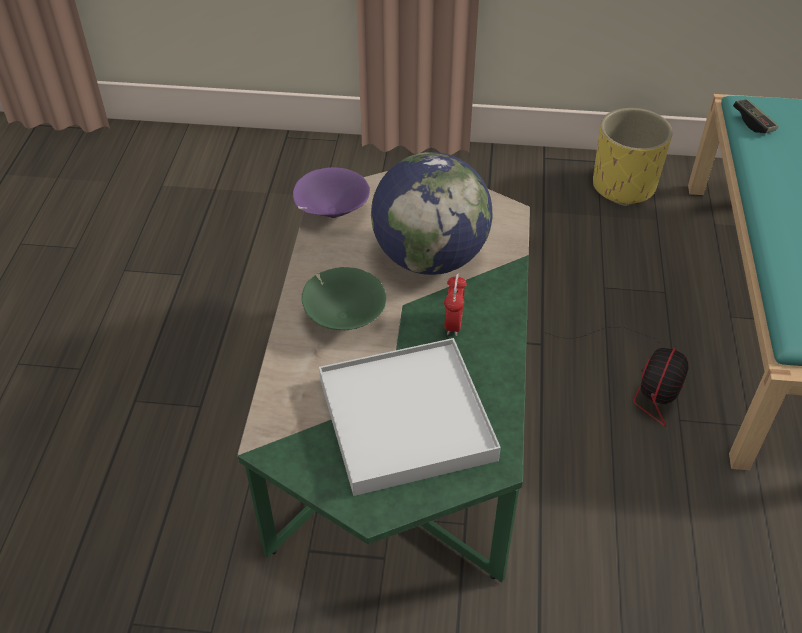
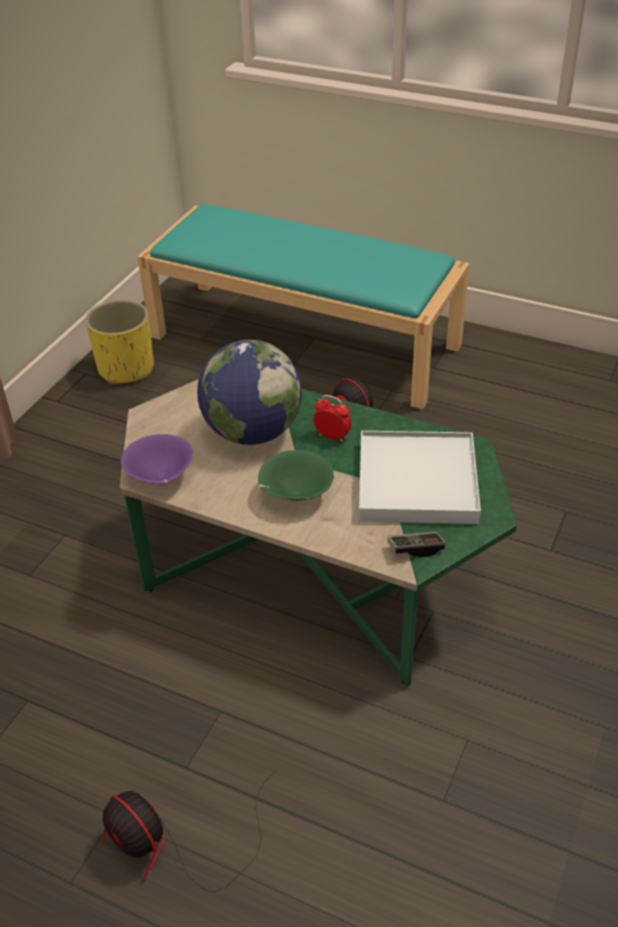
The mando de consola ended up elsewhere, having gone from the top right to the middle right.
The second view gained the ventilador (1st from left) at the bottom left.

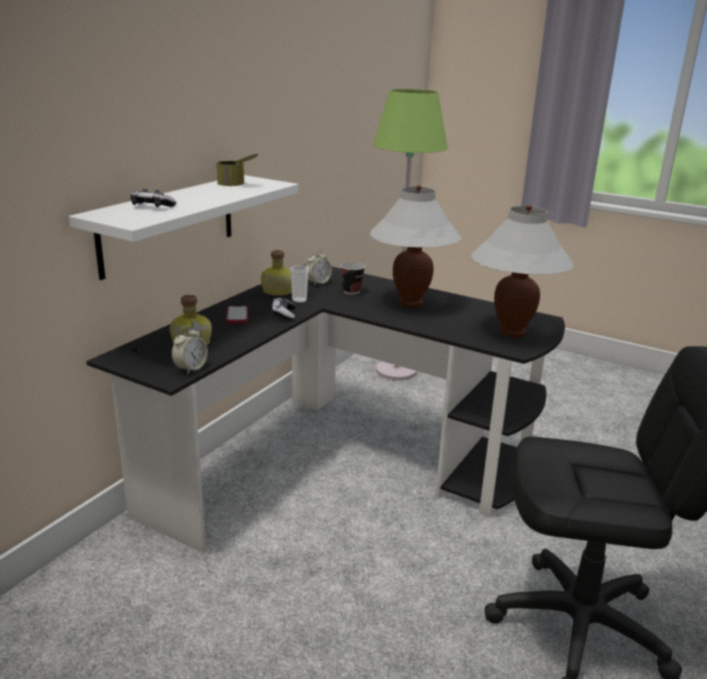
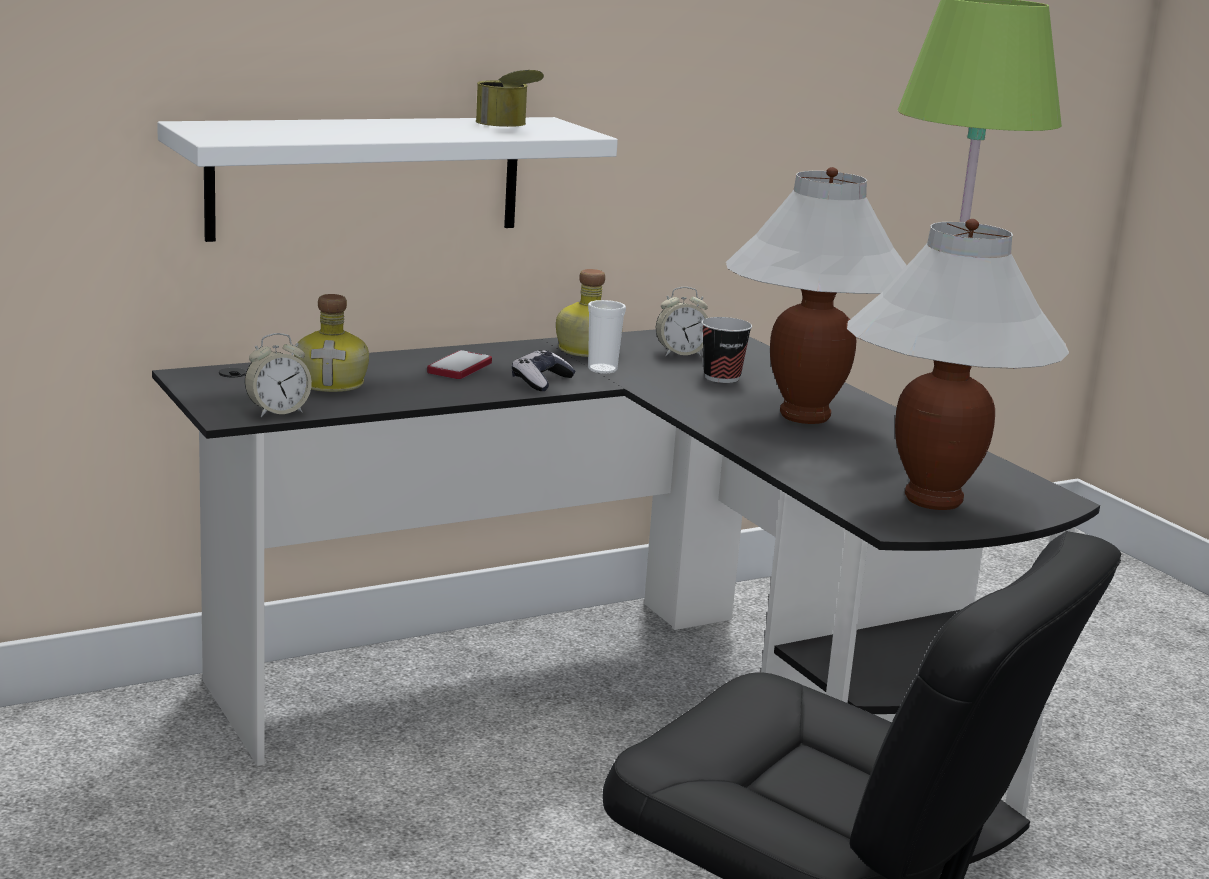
The second view lost the mando de consola (1st from left) at the top left.

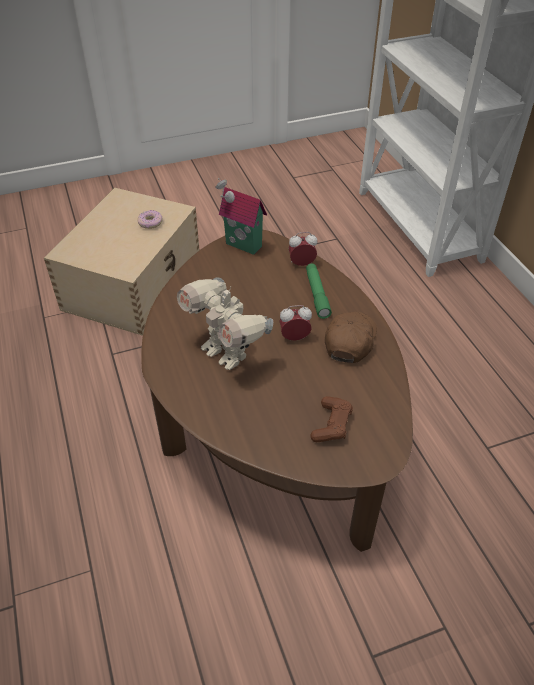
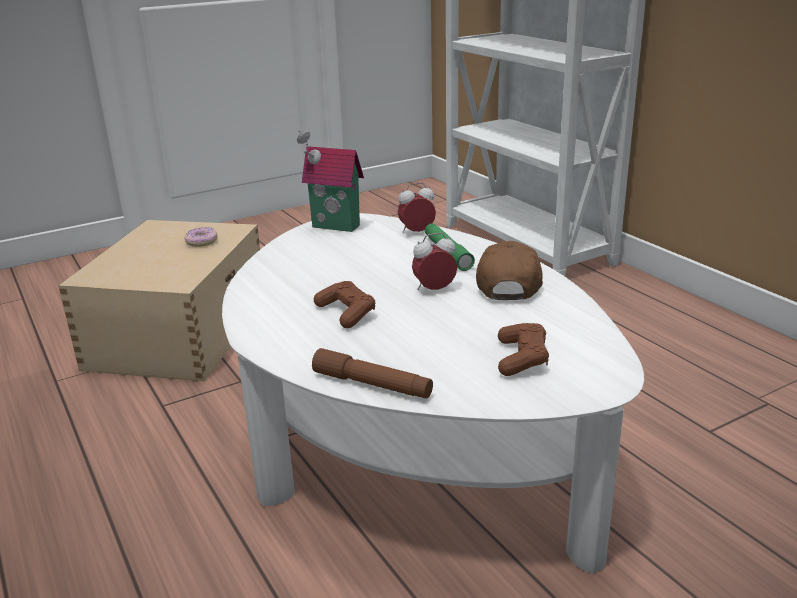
What was the mesa de centro/marrón at the centre turned into the mesa de centro/blanco at the centre.
Where the robot de juguete stood at the centre, the mando de consola/marrón (1st from left) came to stand at the centre.
The second view gained the linterna/marrón at the centre.

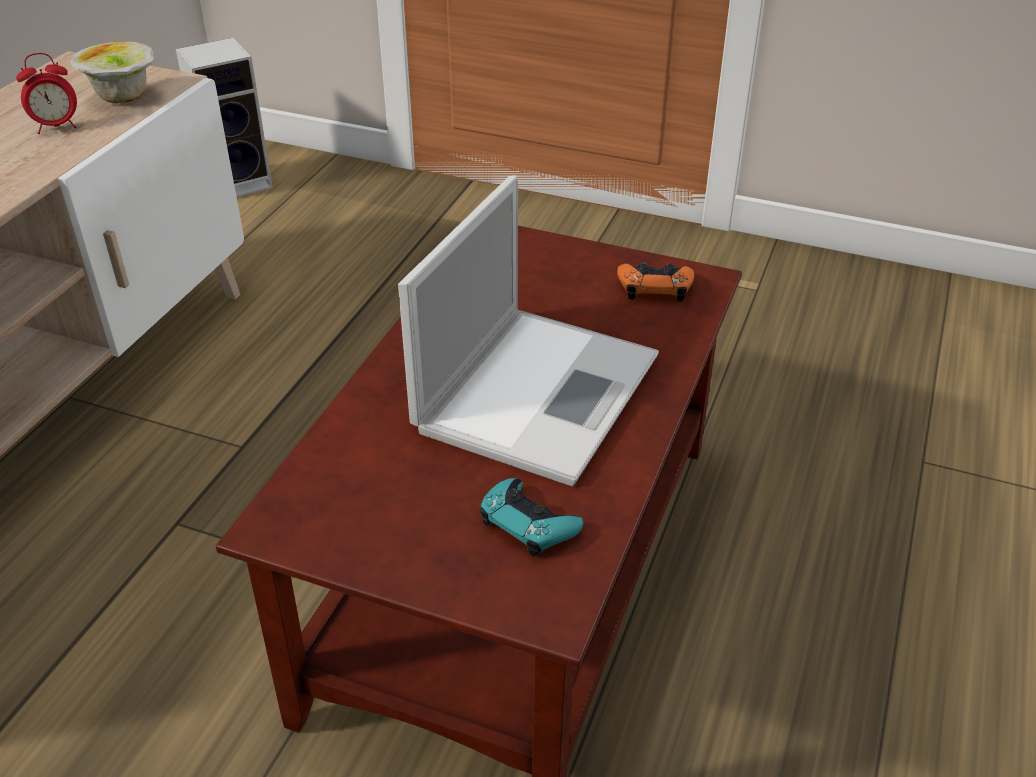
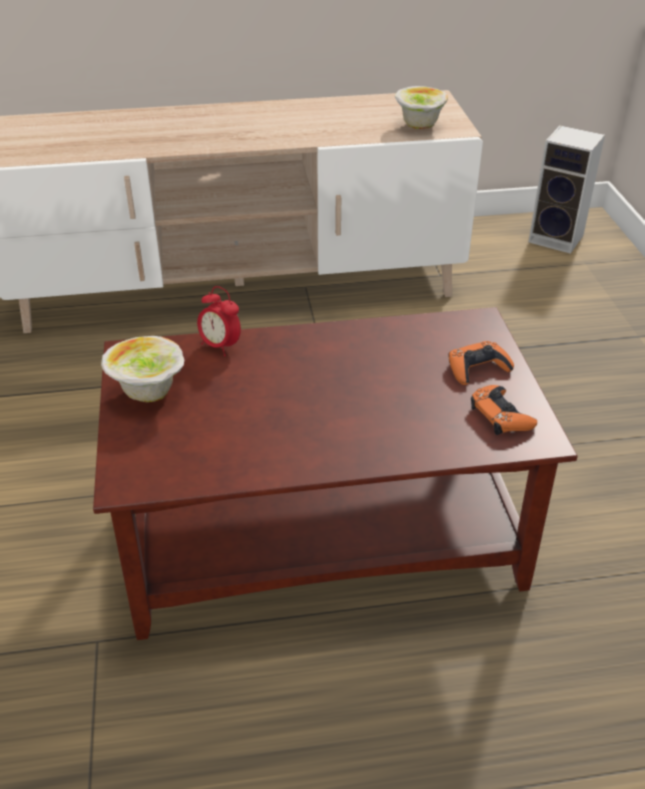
The despertador ended up elsewhere, having gone from the top left to the centre.
The second view lost the portátil at the centre.
The second view lost the mando de consola/turquesa at the centre.
The second view gained the cuenco (1st from left) at the middle left.
The second view gained the mando de consola/naranja (1st from left) at the middle right.

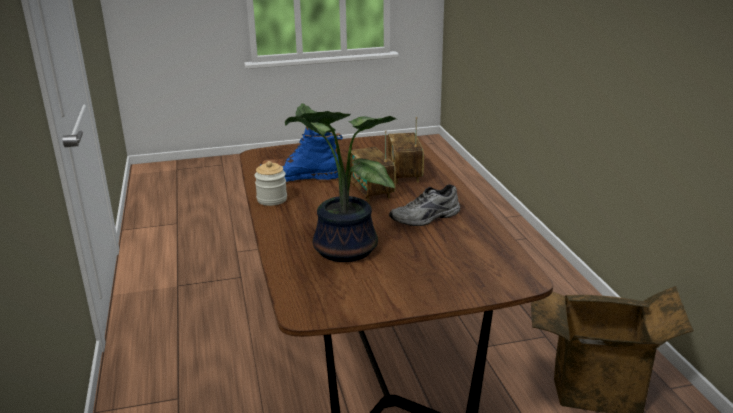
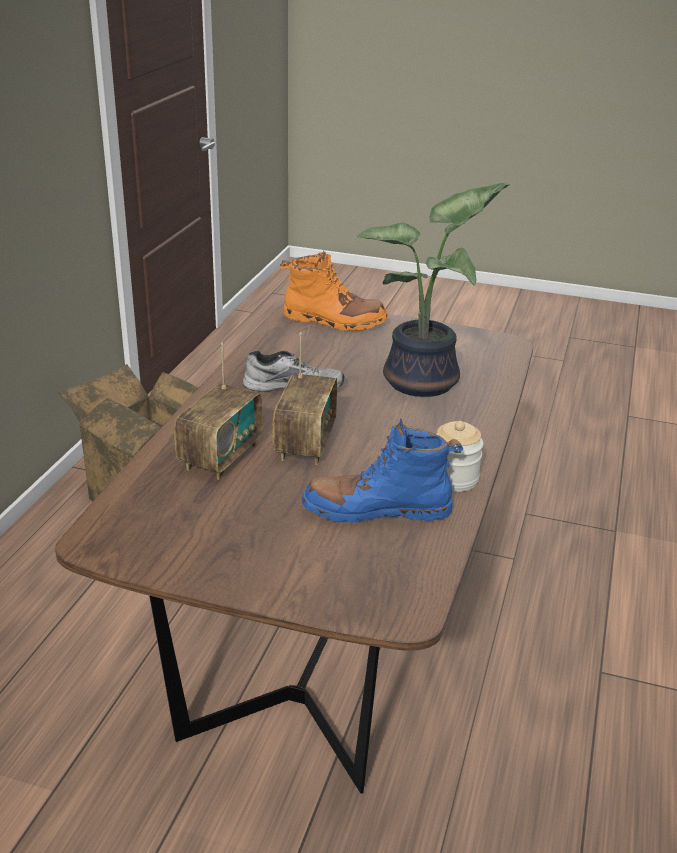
The bota/azul at the centre ended up facing another way, 150 degrees clockwise from before.
The second view gained the bota/naranja at the centre.

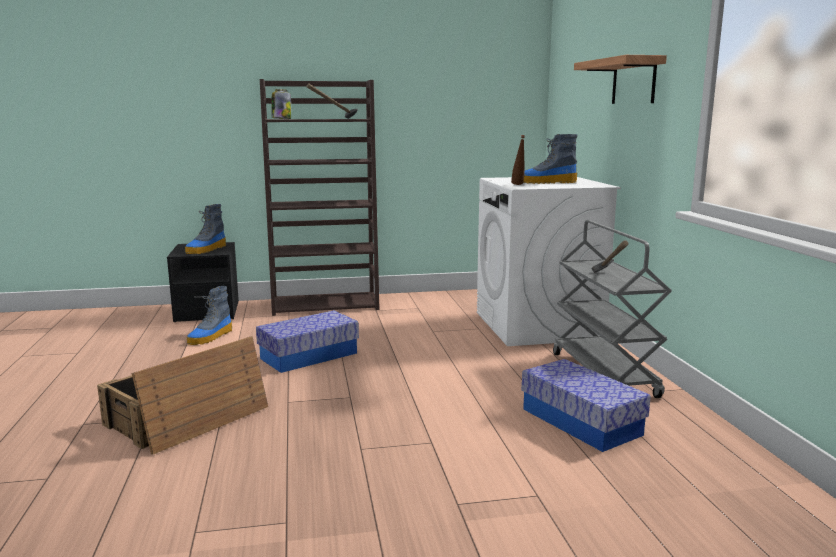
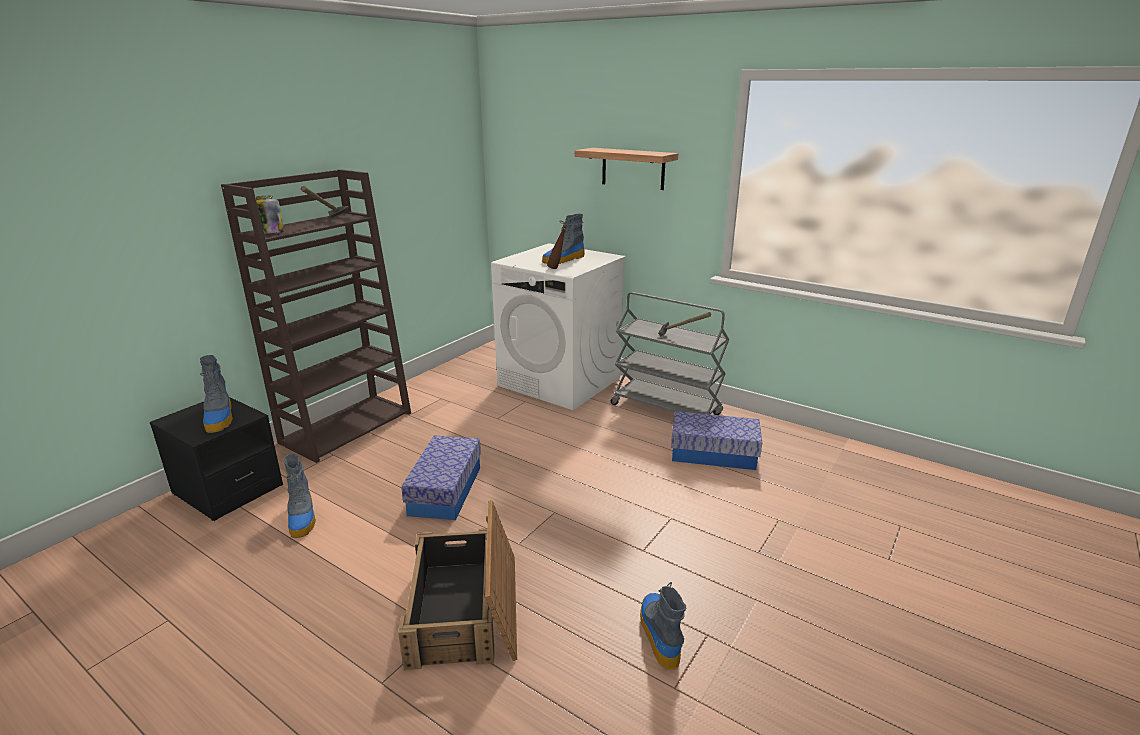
The second view gained the bota (4th from left) at the bottom centre.

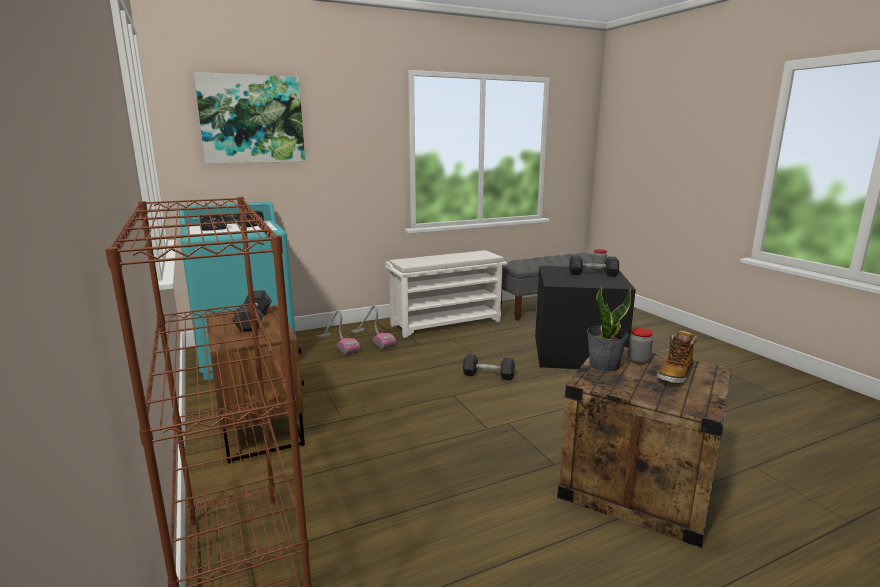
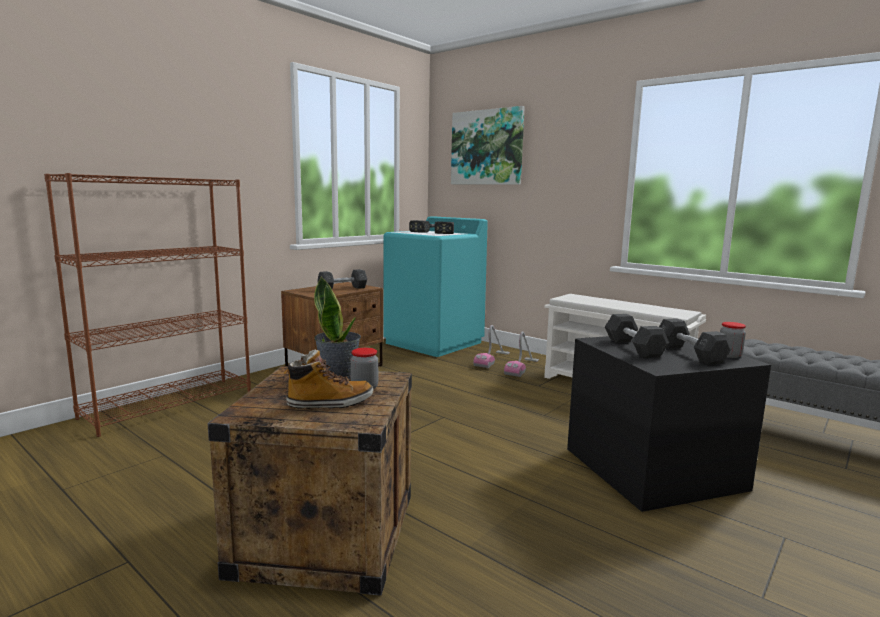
The bota at the middle right ended up facing another way, 150 degrees clockwise from before.
The mancuerna/gris (2nd from left) ended up elsewhere, having gone from the centre to the middle right.

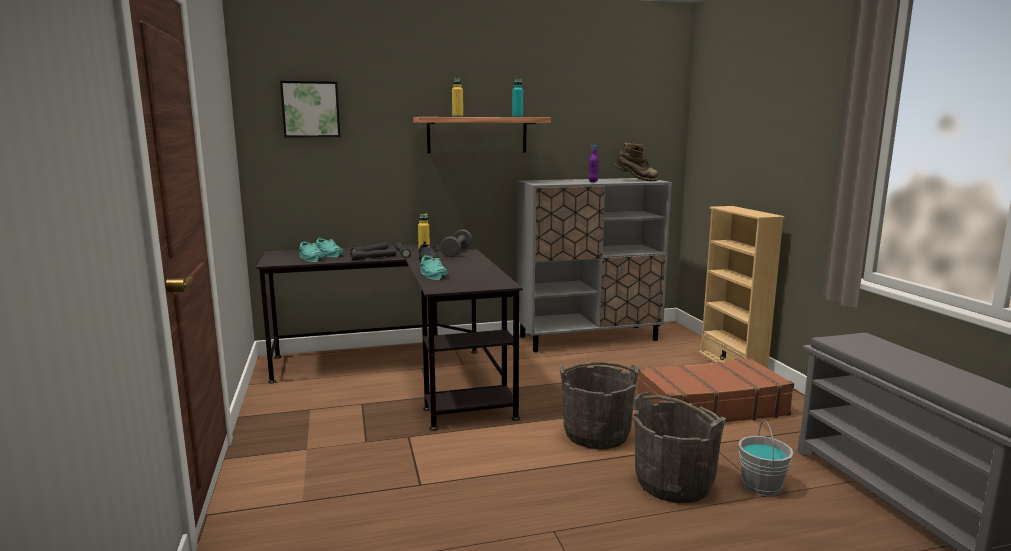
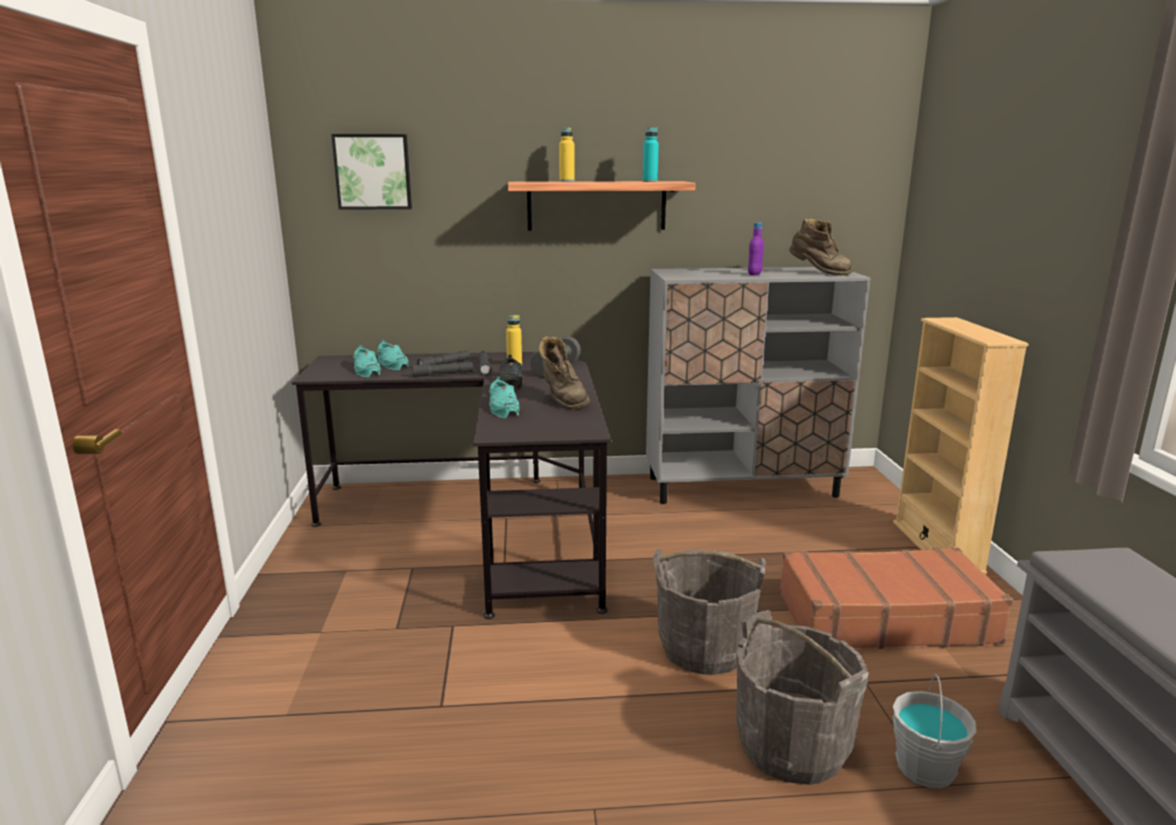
The second view gained the bota/marrón (1st from left) at the centre.

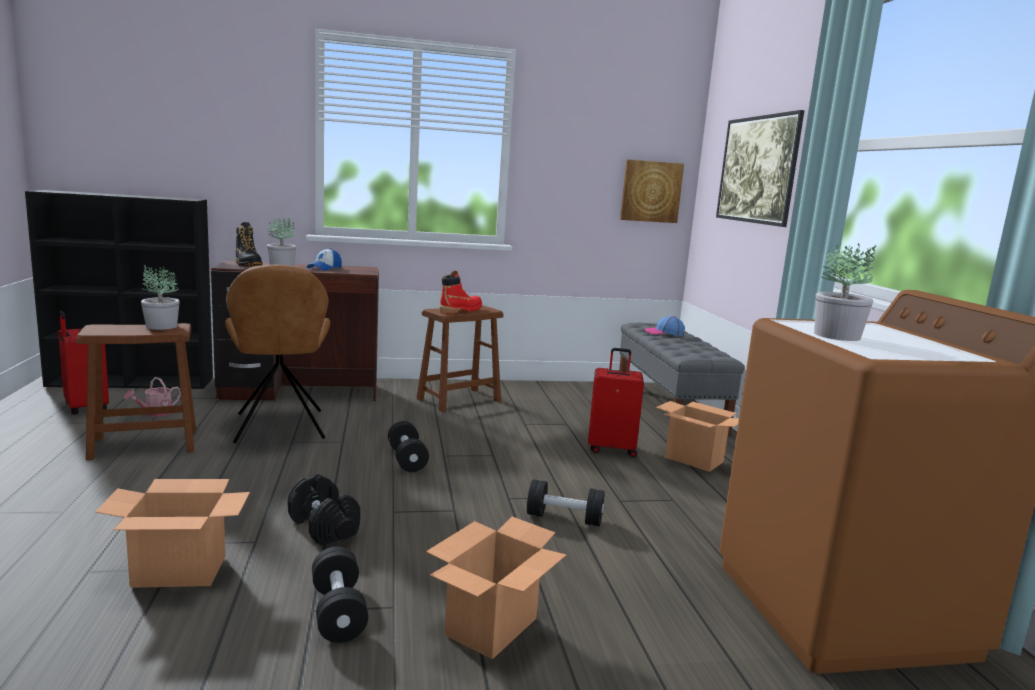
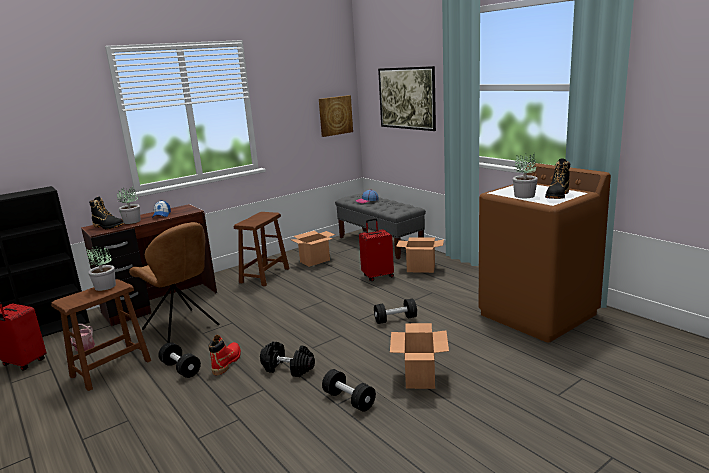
The bota/rojo ended up elsewhere, having gone from the centre to the bottom left.
The mancuerna/negro (3rd from left in the first image) ended up elsewhere, having gone from the centre to the bottom left.
The caja de cartón (1st from left) ended up elsewhere, having gone from the bottom left to the centre.
The second view gained the bota/negro (2nd from left) at the middle right.

